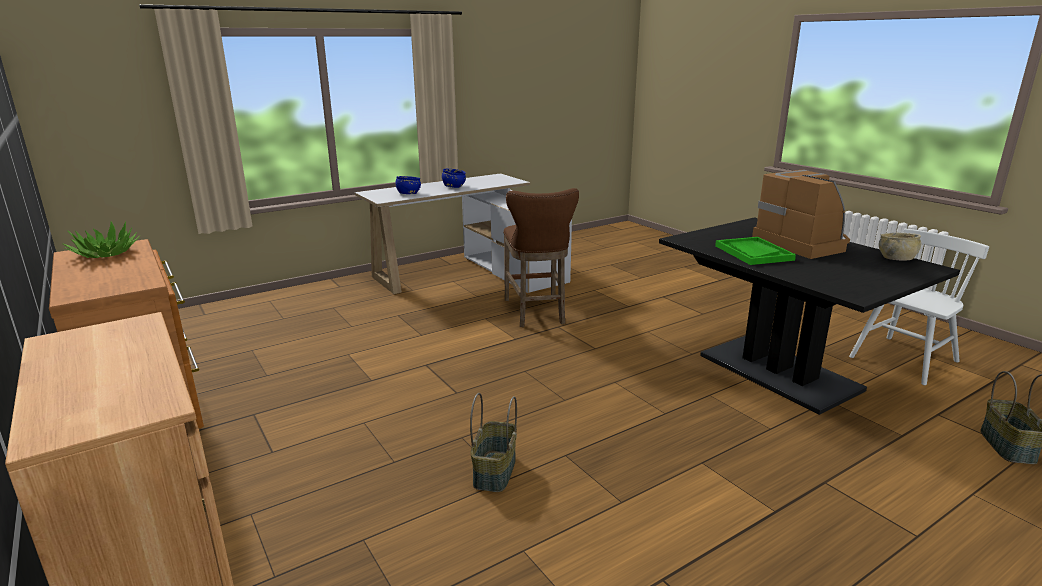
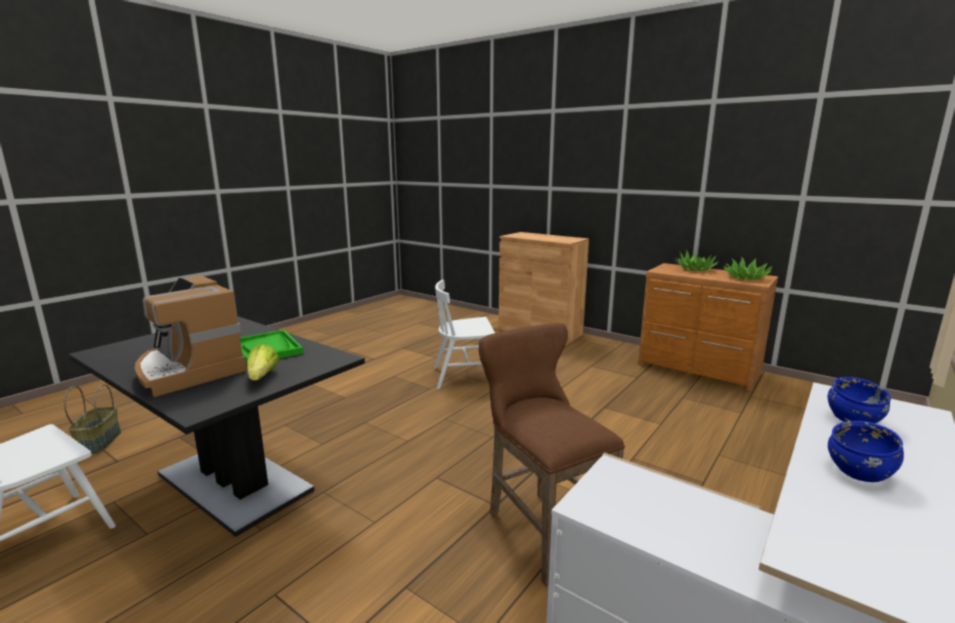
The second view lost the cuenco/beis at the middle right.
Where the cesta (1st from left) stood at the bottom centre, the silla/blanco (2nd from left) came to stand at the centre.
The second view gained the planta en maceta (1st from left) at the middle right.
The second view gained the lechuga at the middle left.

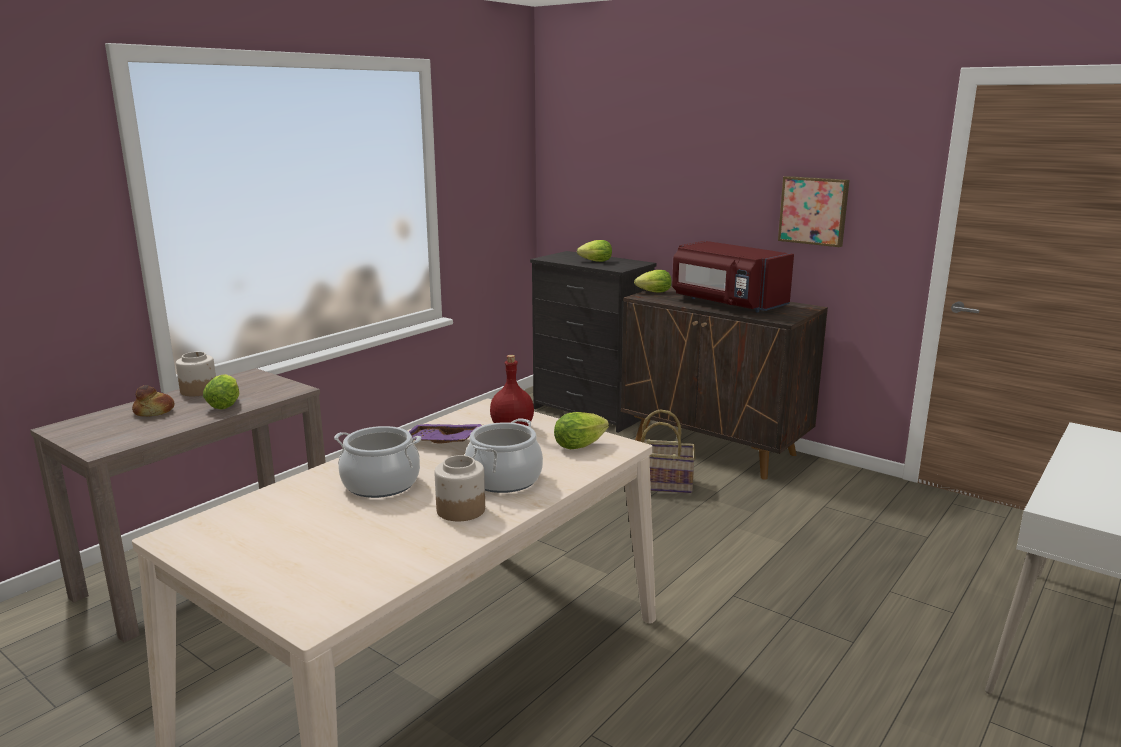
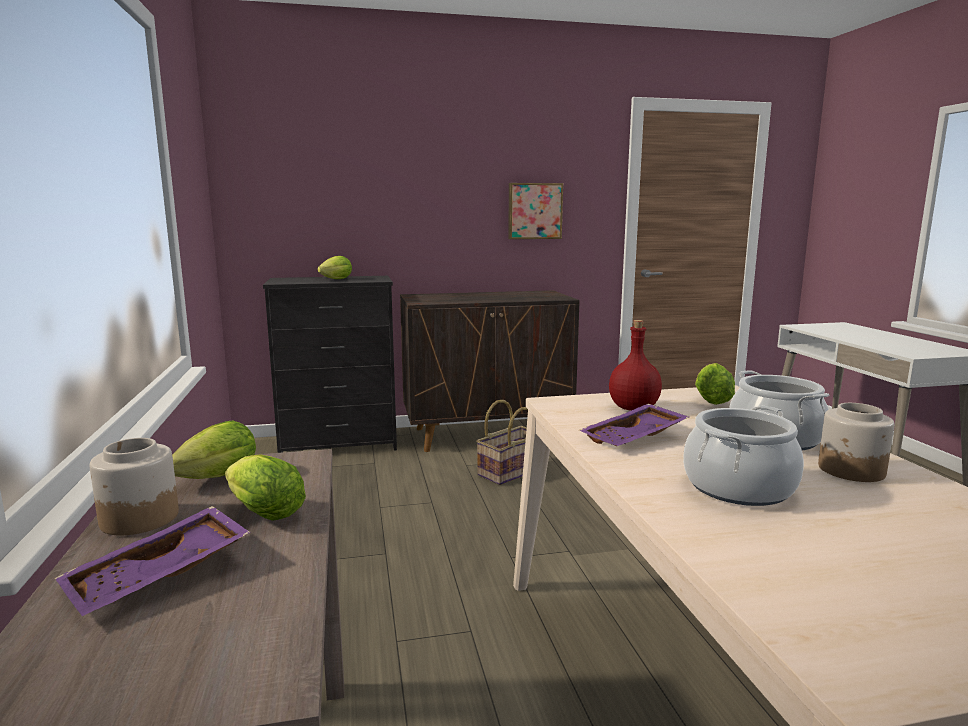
The second view lost the microondas/rojo at the centre.
The lechuga (4th from left in the first image) ended up elsewhere, having gone from the centre to the middle left.
Where the pan stood at the middle left, the bandeja/morado (1st from left) came to stand at the bottom left.

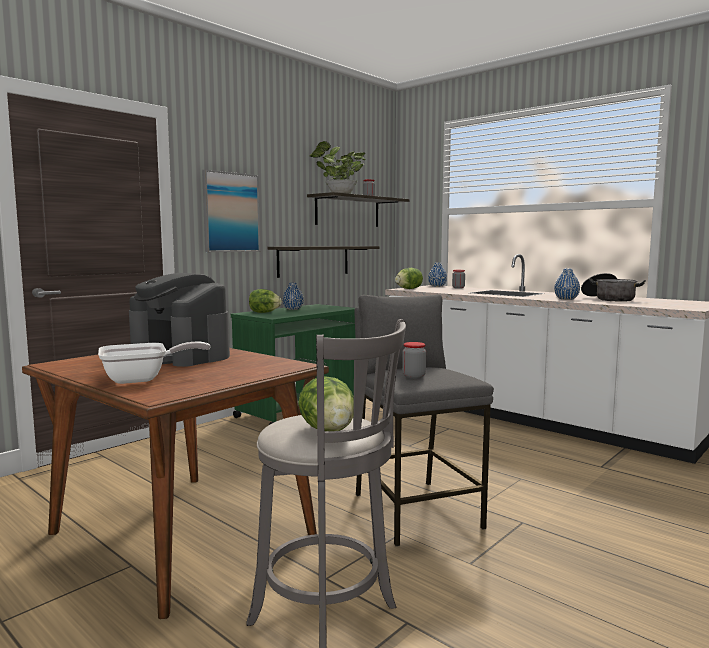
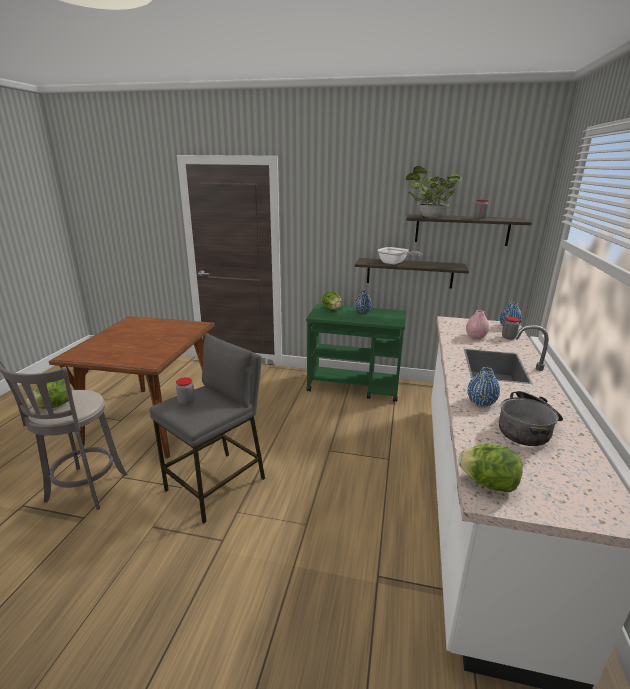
The second view lost the cuadro at the top left.
The lechuga (3rd from left) ended up elsewhere, having gone from the centre to the bottom right.
The second view lost the cafetera at the middle left.
The sartén ended up elsewhere, having gone from the middle left to the centre.
The second view gained the florero/rosa at the middle right.

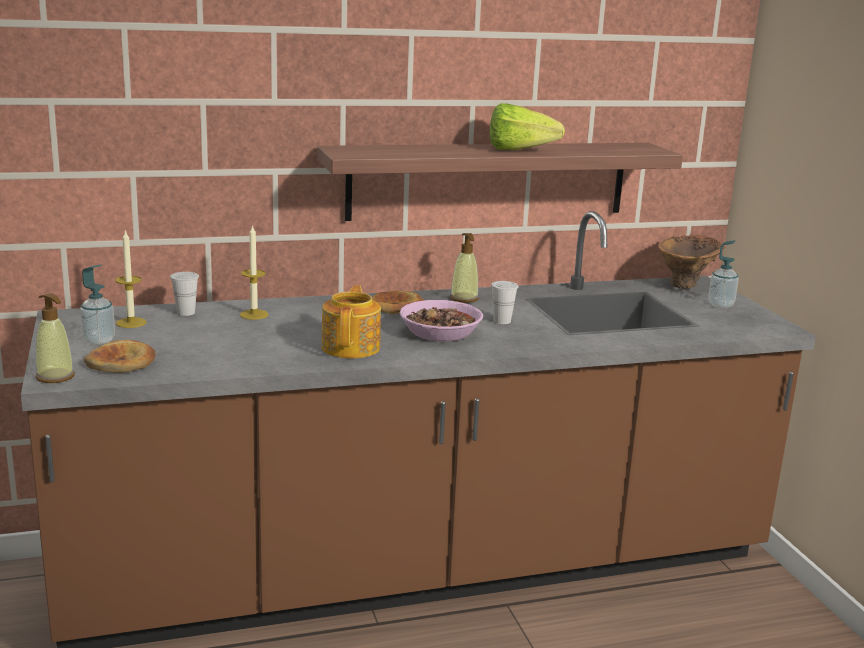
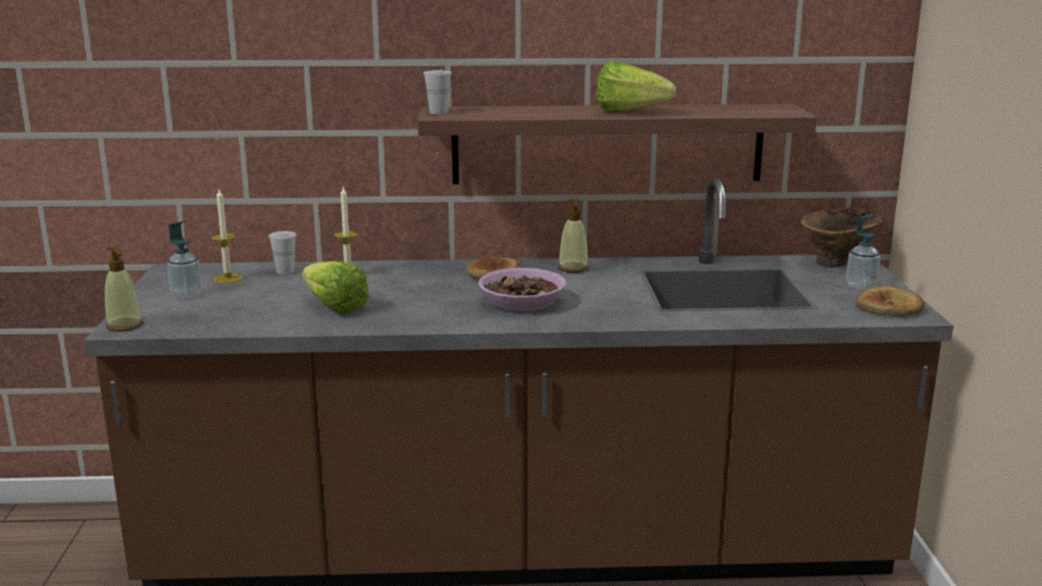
The taza/blanco (2nd from left) ended up elsewhere, having gone from the centre to the top centre.
The second view lost the tetera at the centre.
The pan (1st from left in the first image) ended up elsewhere, having gone from the middle left to the middle right.
The second view gained the lechuga (1st from left) at the middle left.

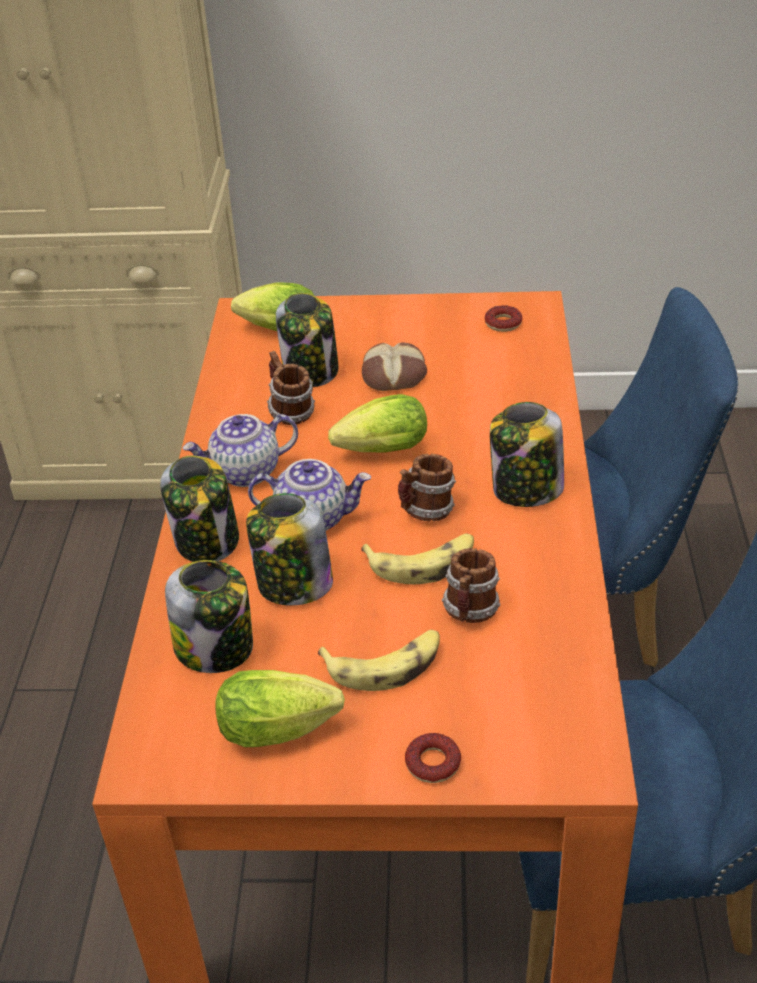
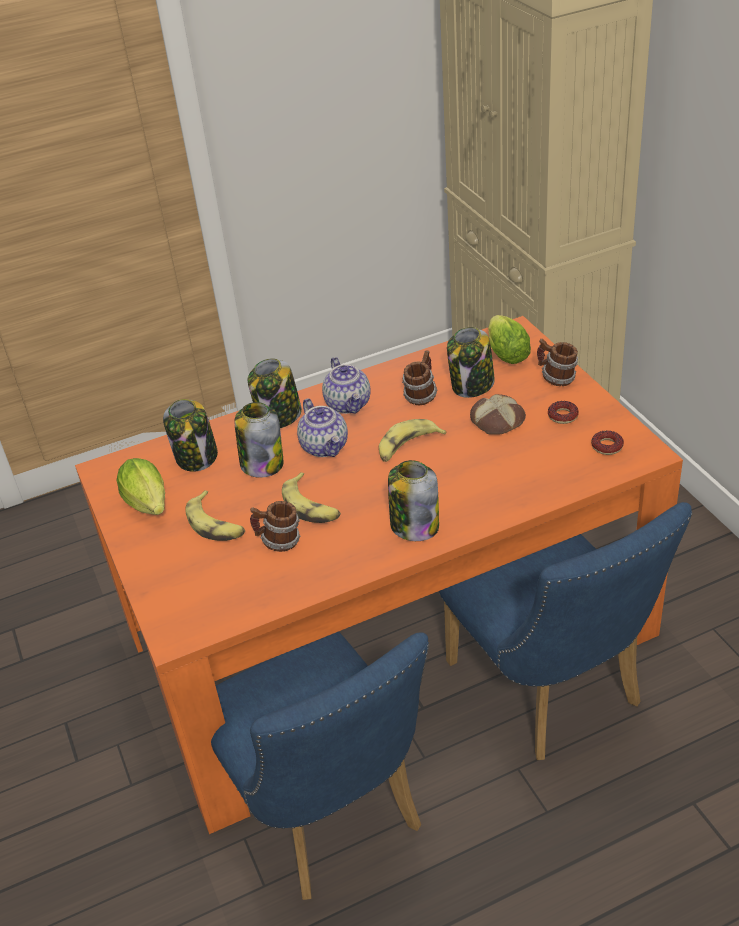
Where the lechuga (3rd from left) stood at the centre, the plátano (3rd from left) came to stand at the centre.
The tetera (1st from left in the first image) at the middle left ended up facing another way, 150 degrees counterclockwise from before.
The taza grande (2nd from left in the first image) ended up elsewhere, having gone from the centre to the middle right.
The rosquilla (1st from left) ended up elsewhere, having gone from the bottom centre to the middle right.

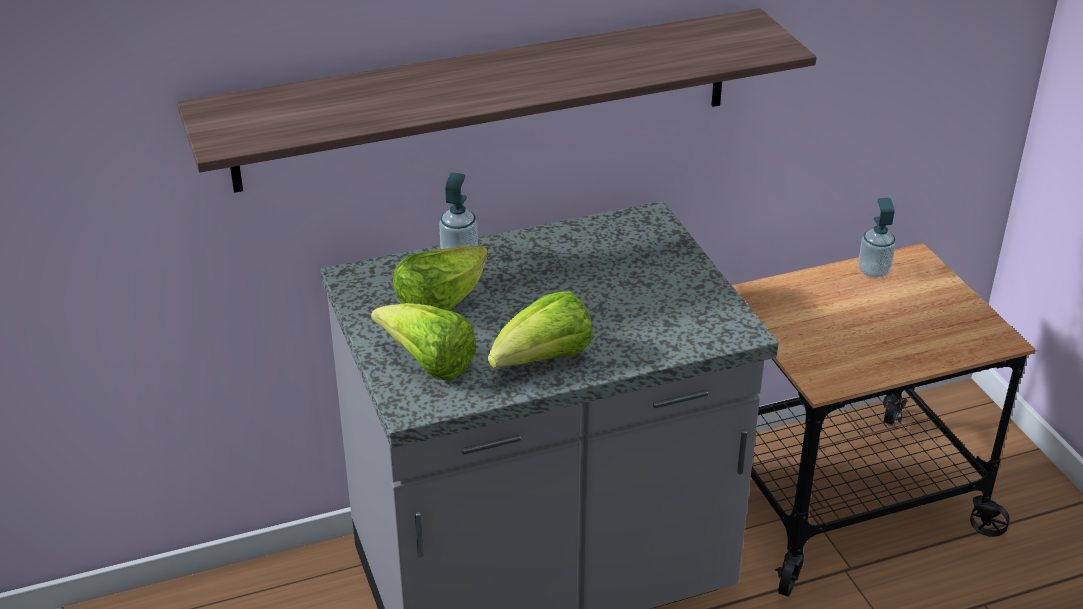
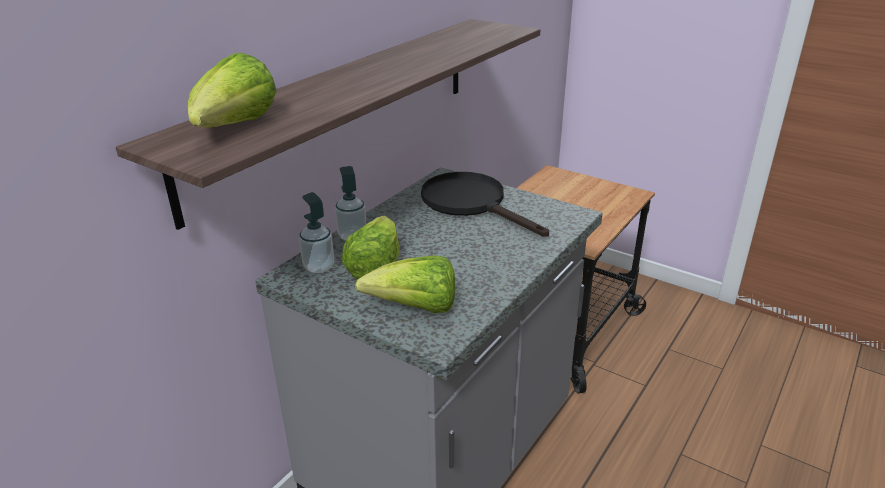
The dispensador de jabón (2nd from left in the first image) ended up elsewhere, having gone from the middle right to the centre.
The lechuga (3rd from left in the first image) ended up elsewhere, having gone from the centre to the top left.
The second view gained the sartén/negro at the centre.

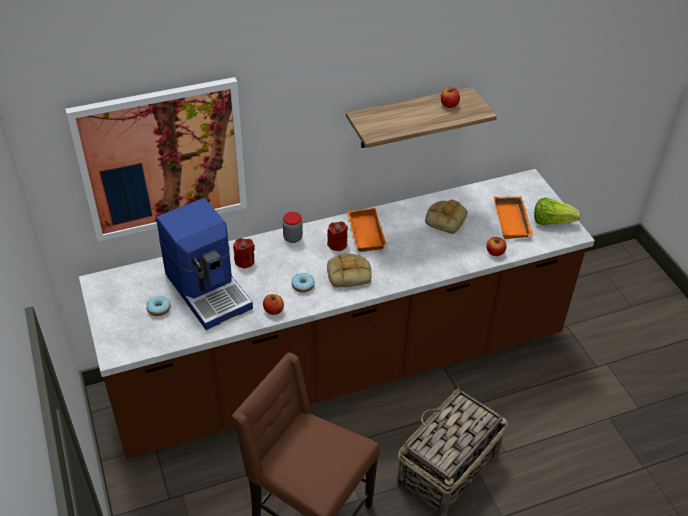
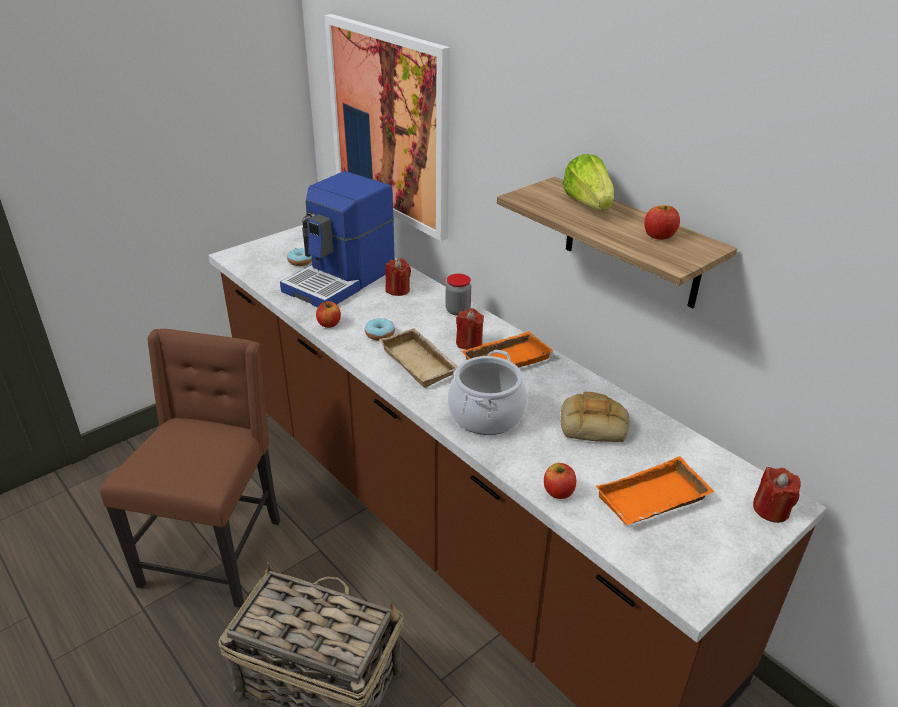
The lechuga ended up elsewhere, having gone from the middle right to the top centre.
Where the pan (1st from left) stood at the centre, the bandeja/beis came to stand at the centre.
The second view gained the olla at the centre.
The second view gained the vela/rojo (3rd from left) at the bottom right.

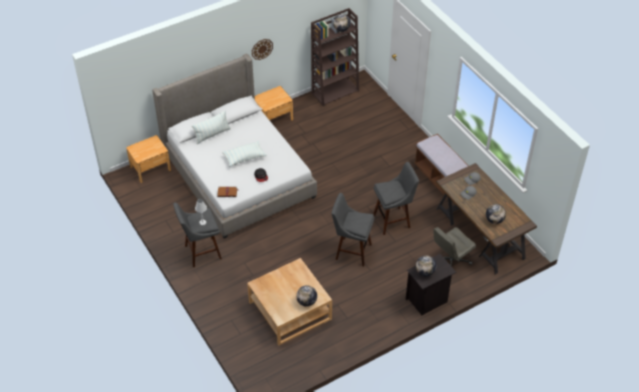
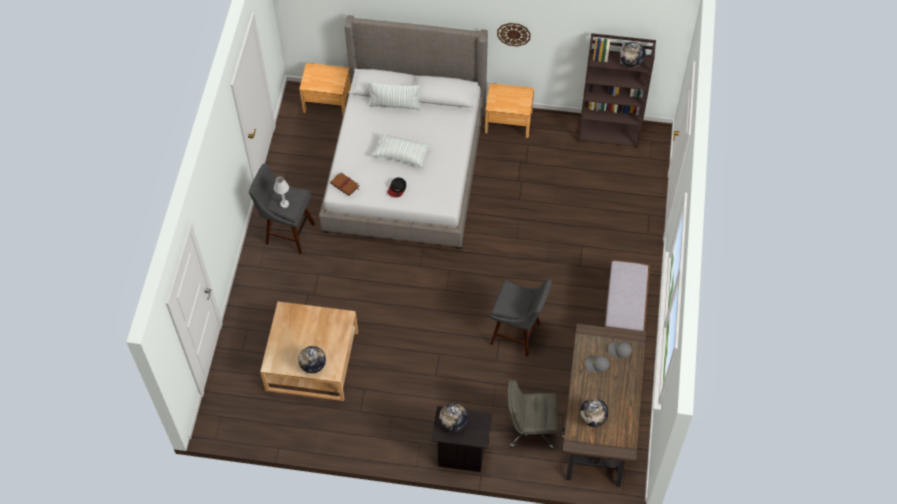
The second view lost the taburete/gris (2nd from left) at the centre.

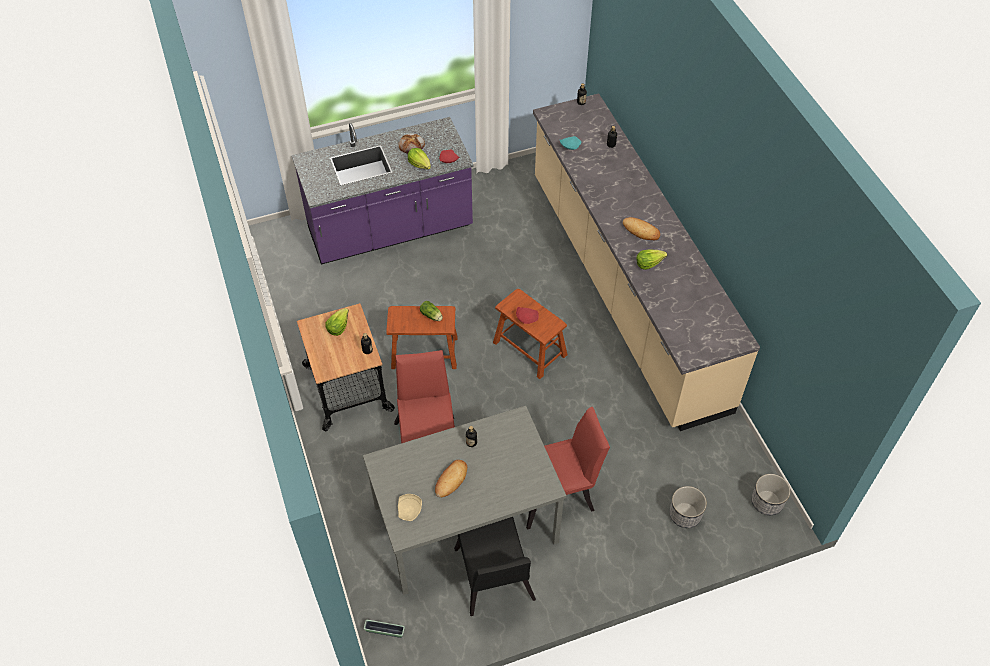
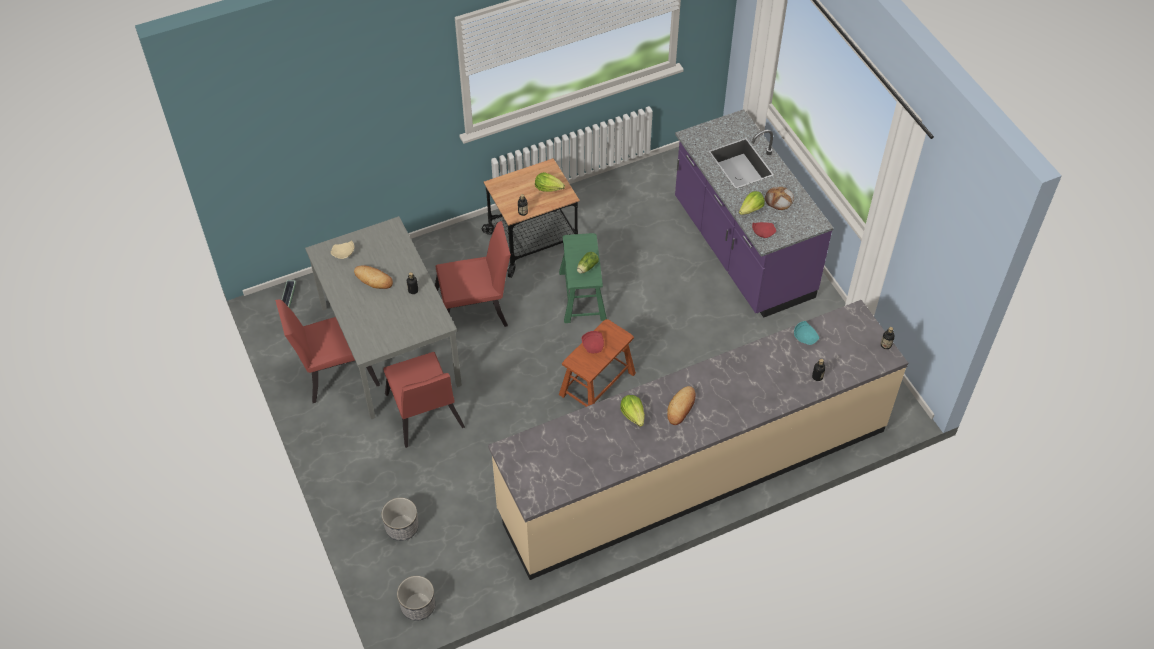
What was the taburete/marrón (1st from left) at the centre turned into the taburete/verde at the centre.
What was the silla/negro at the bottom centre turned into the silla/rojo (1st from left) at the middle left.

